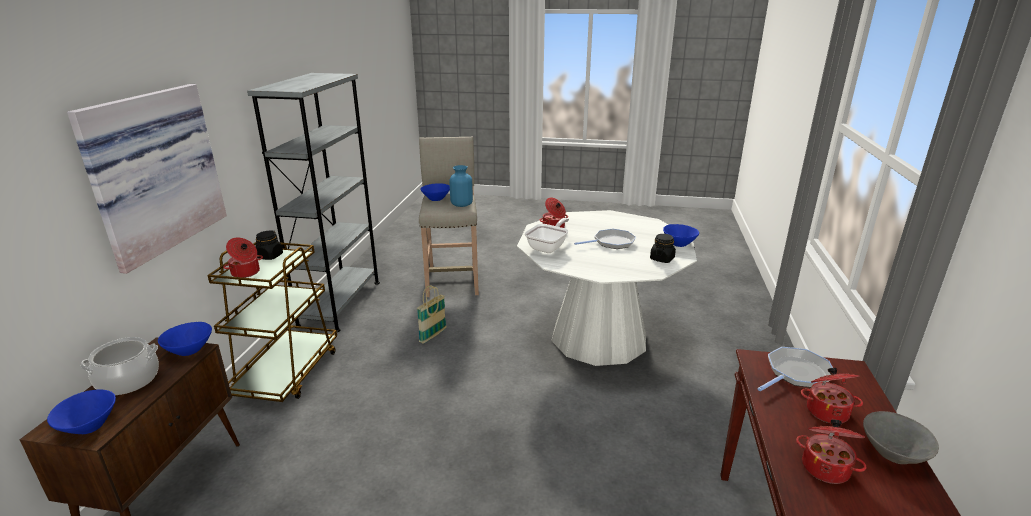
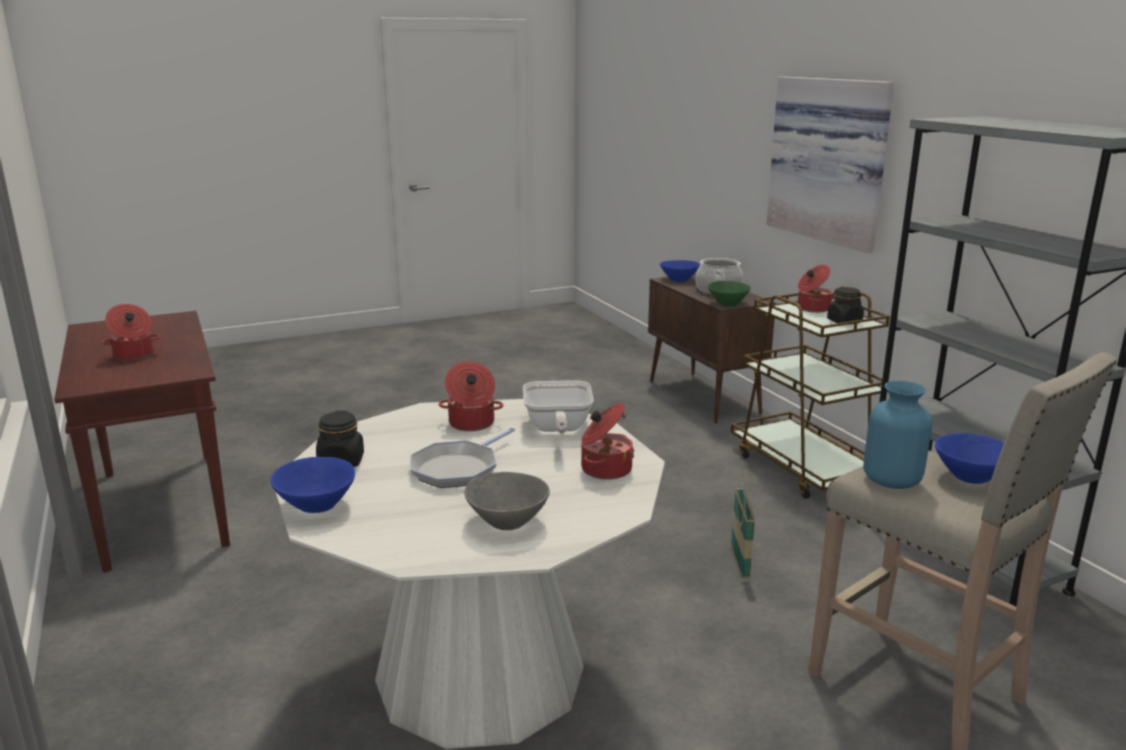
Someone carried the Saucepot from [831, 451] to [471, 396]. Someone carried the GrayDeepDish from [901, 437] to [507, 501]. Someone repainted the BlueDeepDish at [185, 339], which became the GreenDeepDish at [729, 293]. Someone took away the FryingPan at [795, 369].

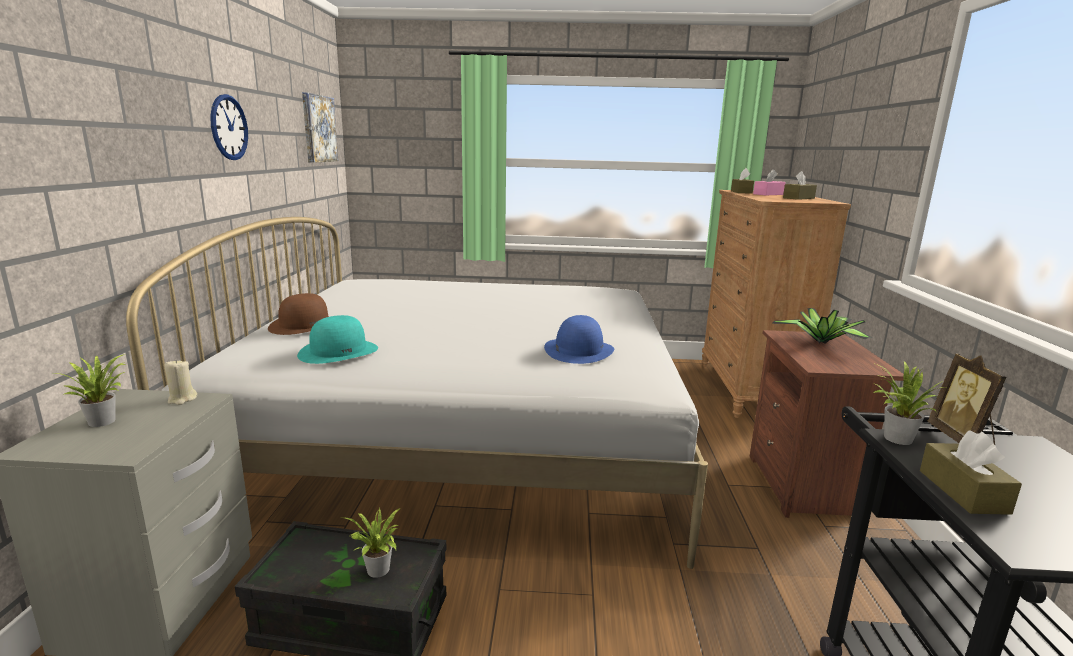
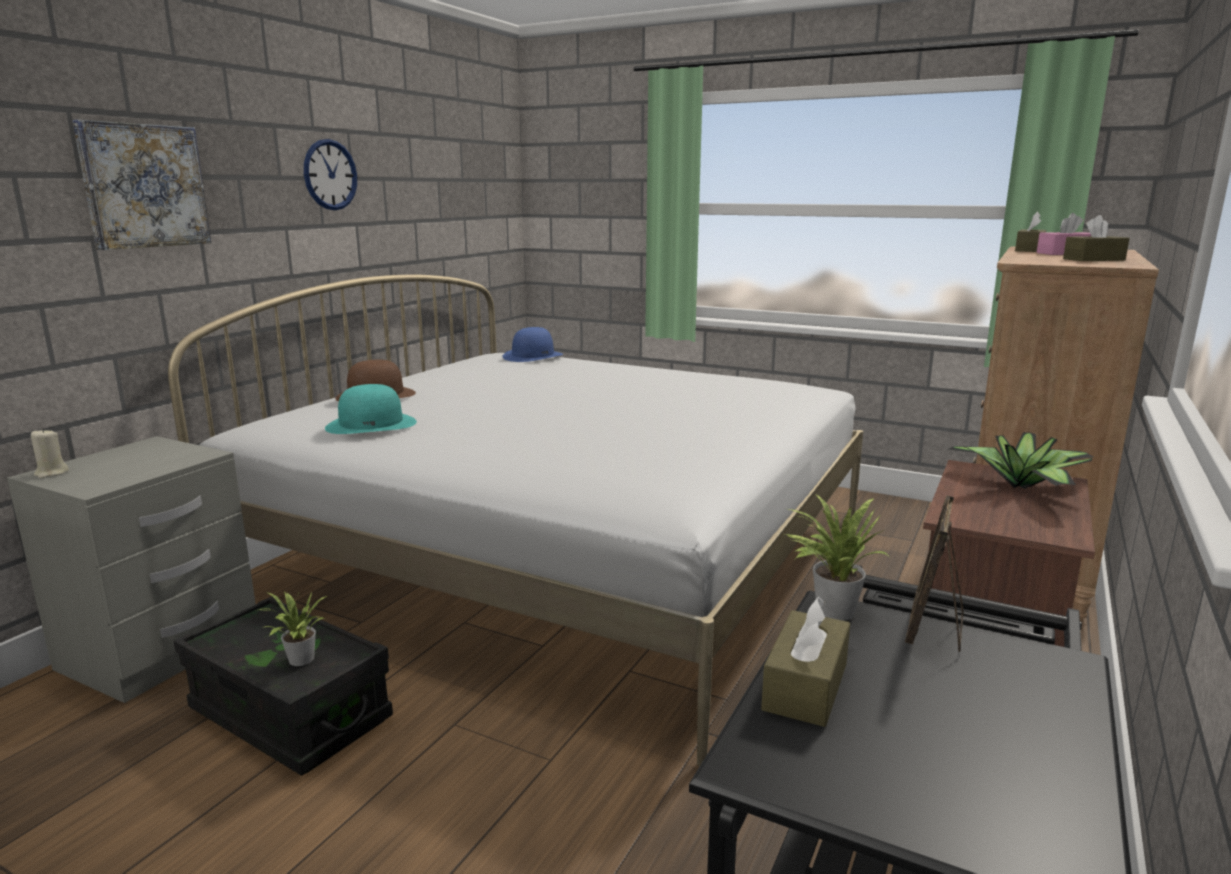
Someone carried the BeigeCandle from [180, 382] to [50, 453]. Someone carried the WallPicture from [320, 127] to [142, 185]. Someone carried the BlueClothingHat from [579, 339] to [532, 344]. Someone took away the PlantInAPot at [91, 391].

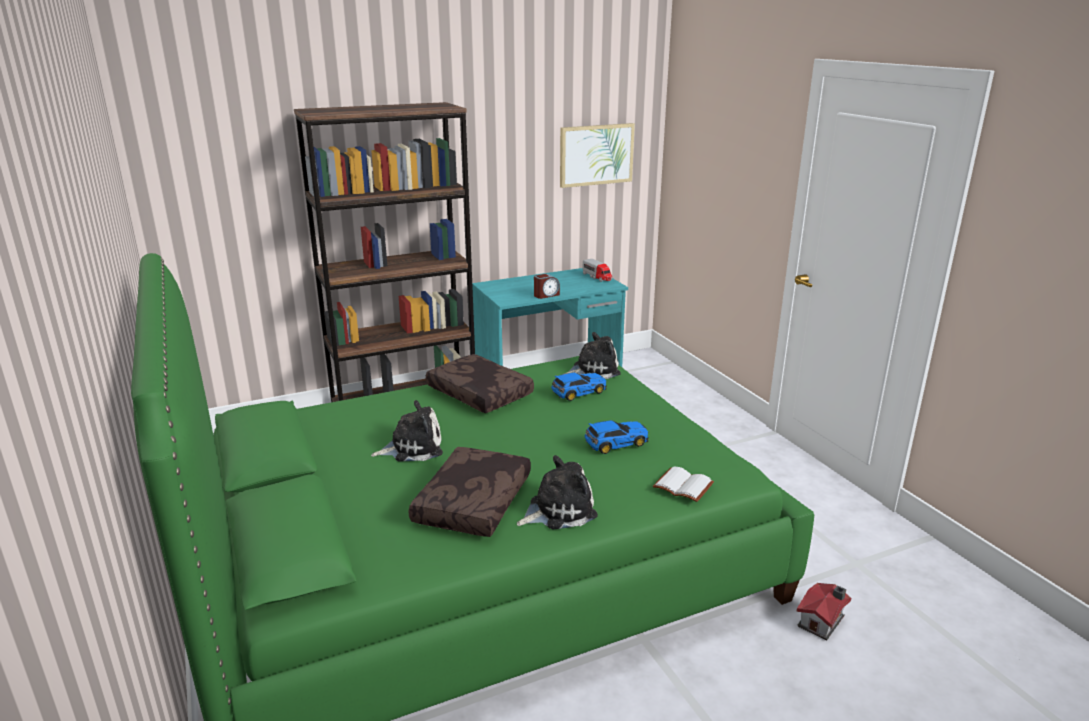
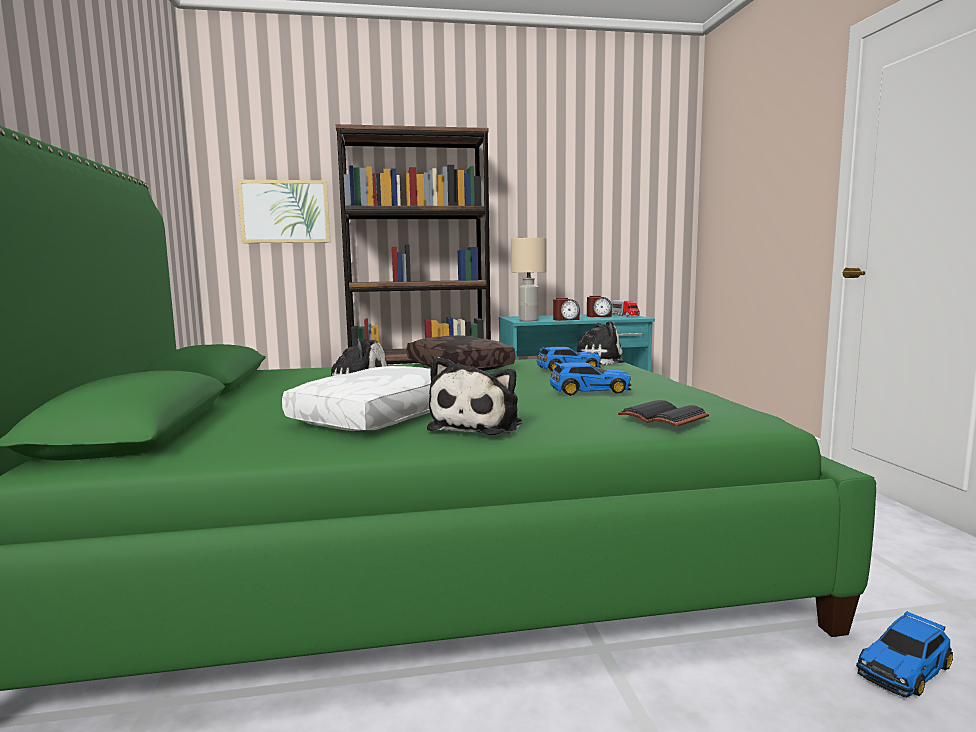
Someone carried the WallPicture from [597, 155] to [284, 211]. Someone repainted the BrownishCushion at [469, 492], which became the WhitishCushion at [356, 398]. Someone rotated the CuddlyToy at [557, 492] by 120 degrees clockwise. Someone put down the BeigeTabletopLamp at [528, 279]. Someone put down the BedsideClock at [599, 306]. Someone repainted the WhitishVolume at [683, 484], which became the BlackVolume at [664, 413]. Someone swapped the MiniatureHouse at [823, 612] for the MiniatureCar at [904, 655].

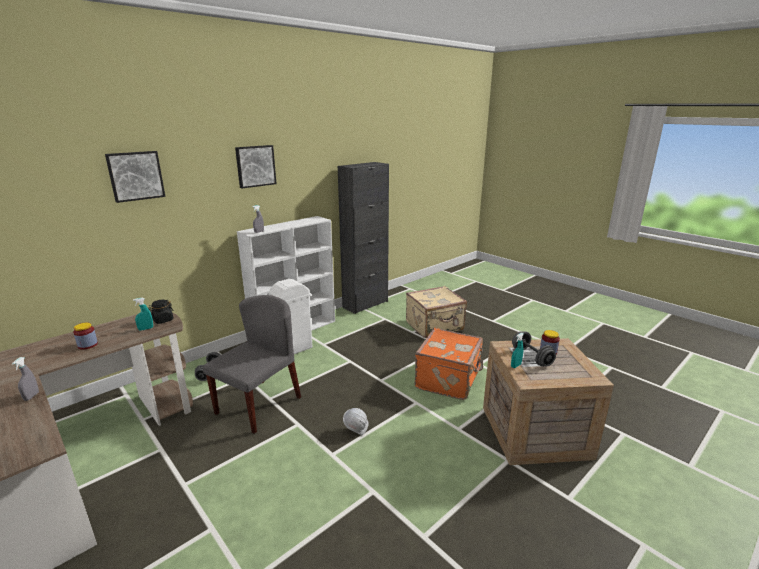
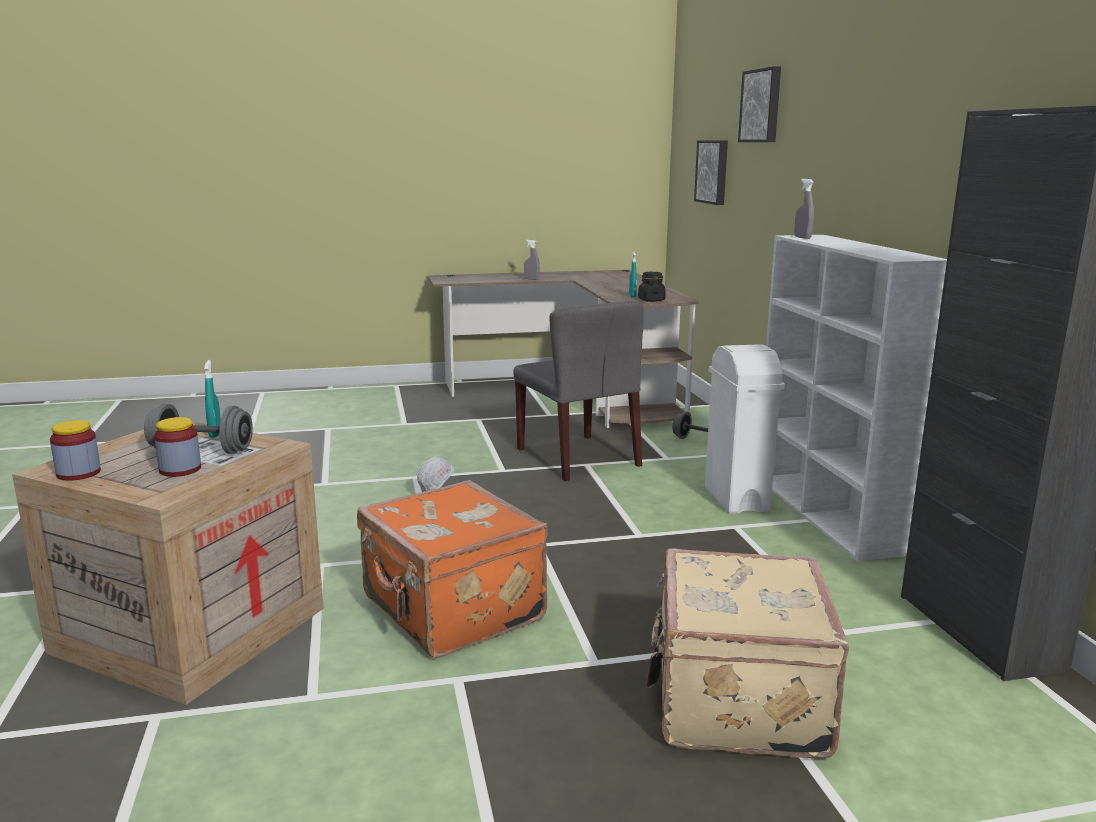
Someone carried the StorageJar from [85, 336] to [75, 450]. Someone carried the WallPicture from [256, 166] to [711, 173].

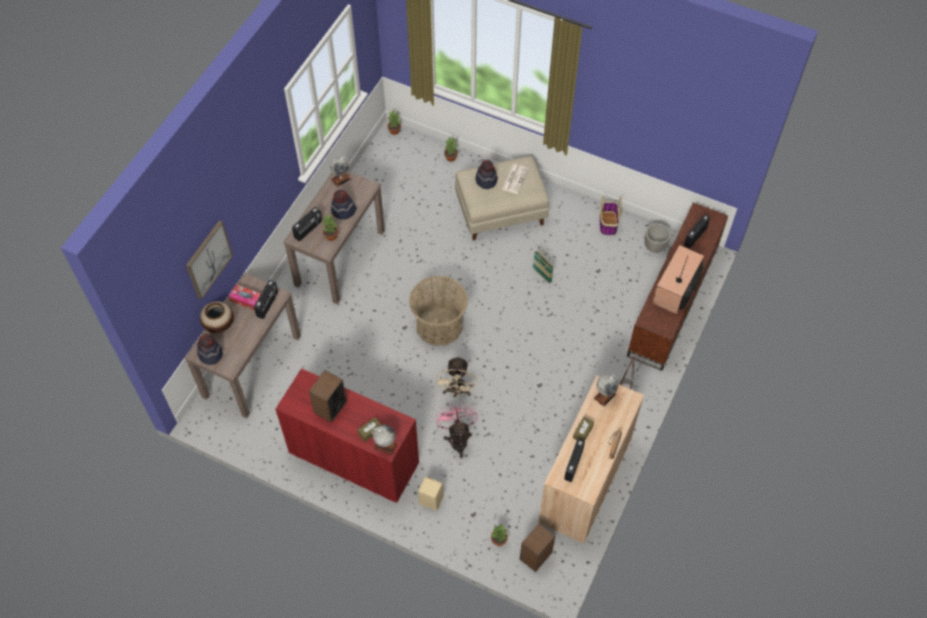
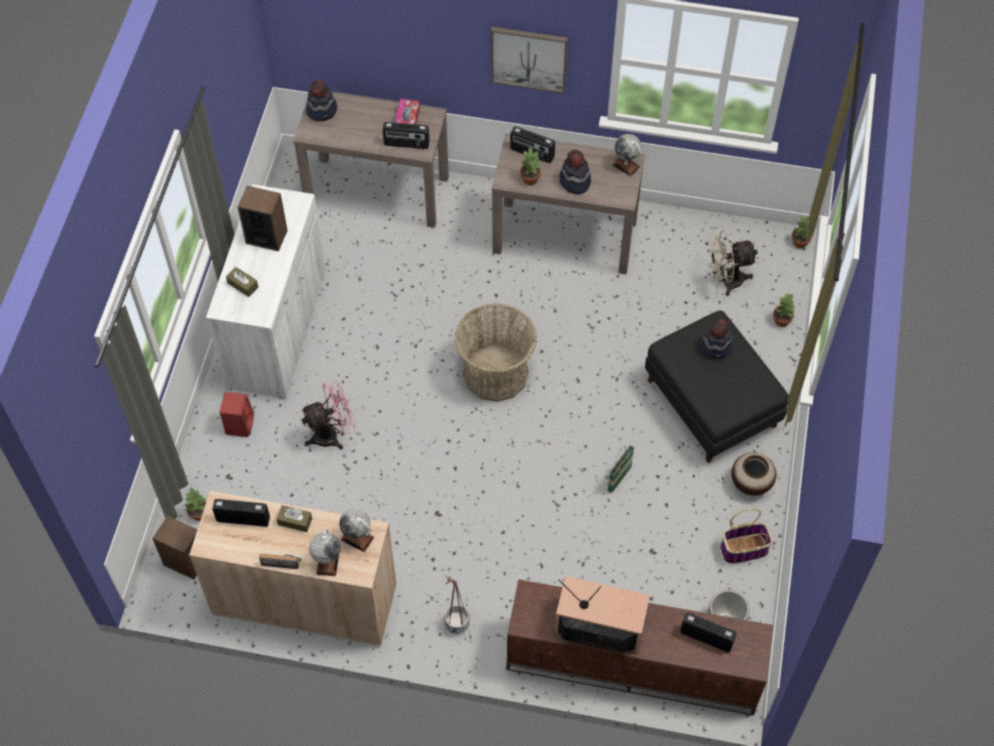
Someone repainted the RedColouredCupboard at [347, 435], which became the WhitishCupboard at [266, 291]. Someone repainted the BeigeSpeaker at [431, 494], which became the RedColouredSpeaker at [237, 414]. Someone carried the WorldGlobe from [384, 440] to [325, 552]. Someone carried the WallPicture from [209, 260] to [529, 60]. Someone repainted the BeigePouffe at [502, 198], which became the BlackPouffe at [717, 387]. Someone carried the BeigeFan from [456, 376] to [732, 263]. Someone carried the Vase from [217, 317] to [753, 474]. Someone took away the Newspaper at [515, 179].

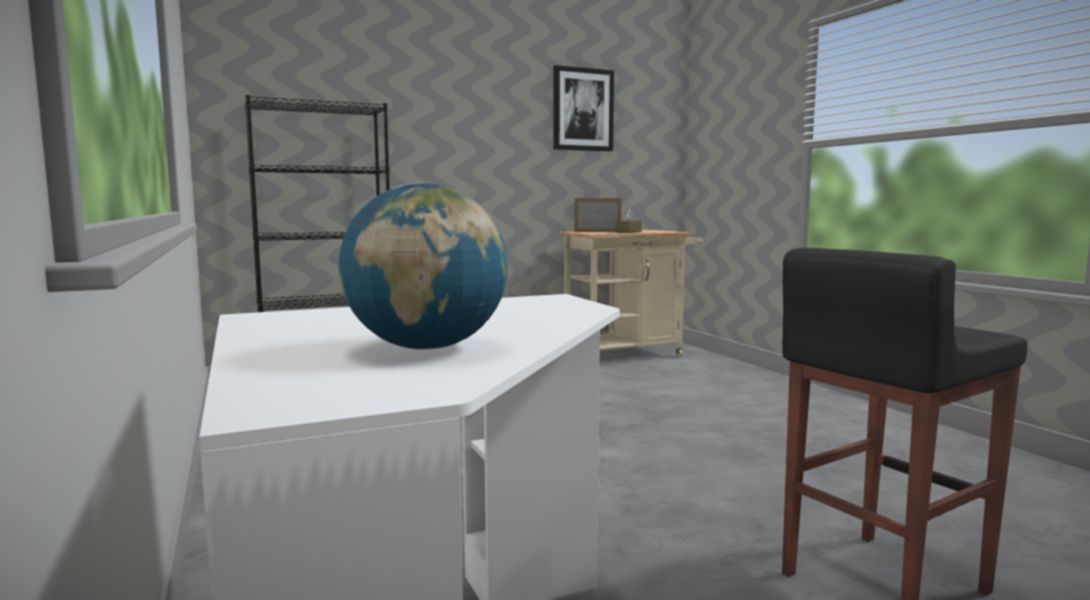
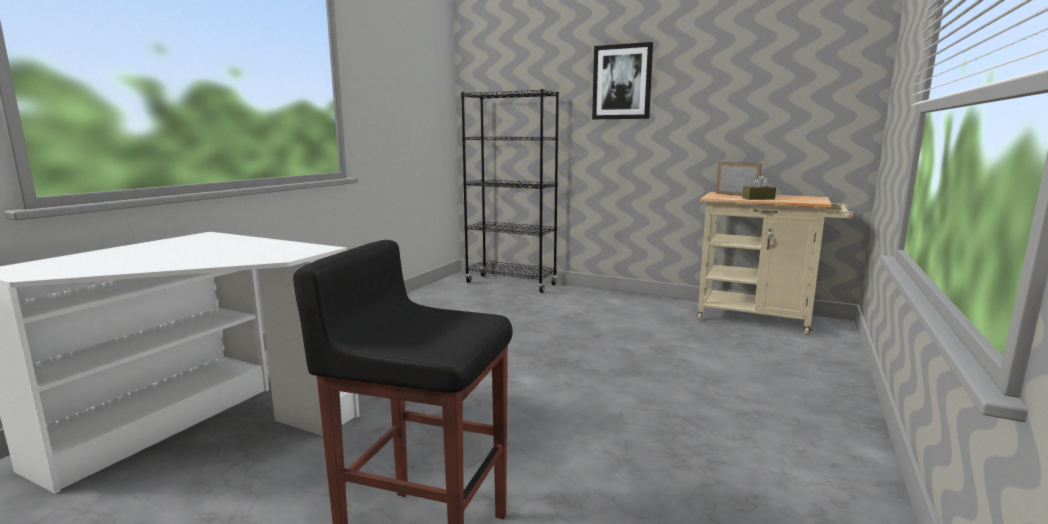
Someone carried the WallPicture from [583, 108] to [622, 80]. Someone took away the WorldGlobe at [423, 266].

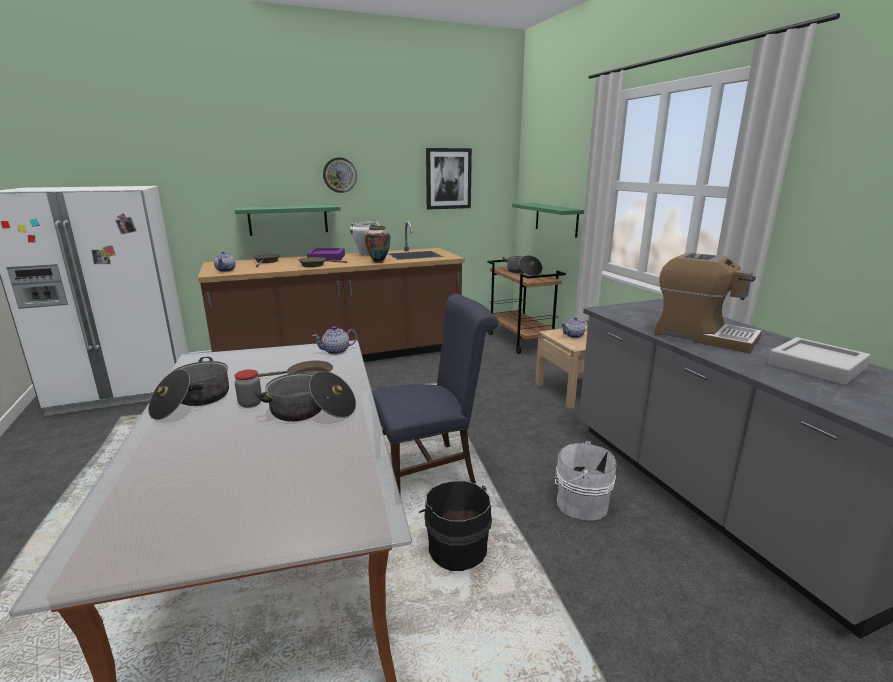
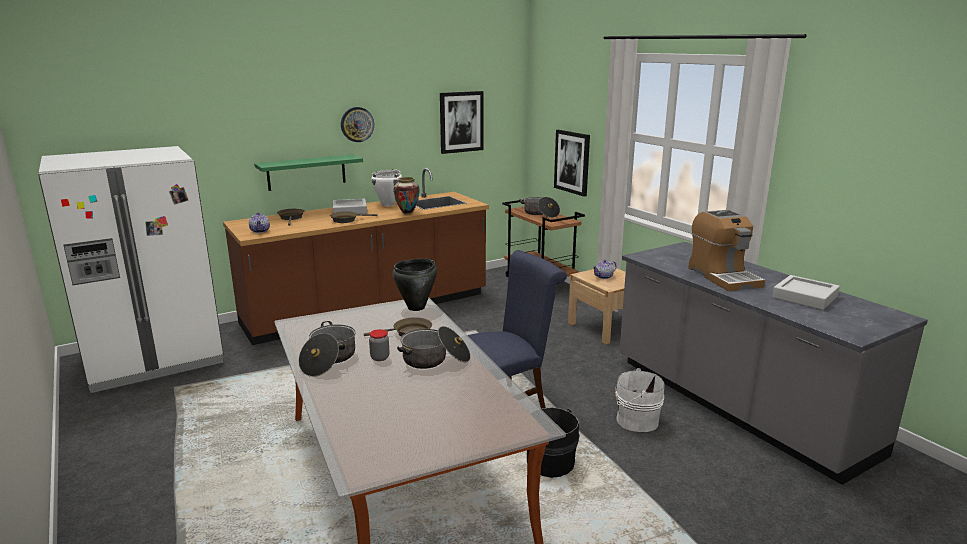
Someone repainted the PurplishServingTray at [326, 254], which became the GrayServingTray at [350, 206]. Someone swapped the PotForTea at [334, 340] for the BlackSaucepot at [414, 285]. Someone swapped the GreenWallShelf at [548, 220] for the WallPicture at [572, 163]. Someone rotated the CoffeeMaker at [708, 303] by 45 degrees clockwise.

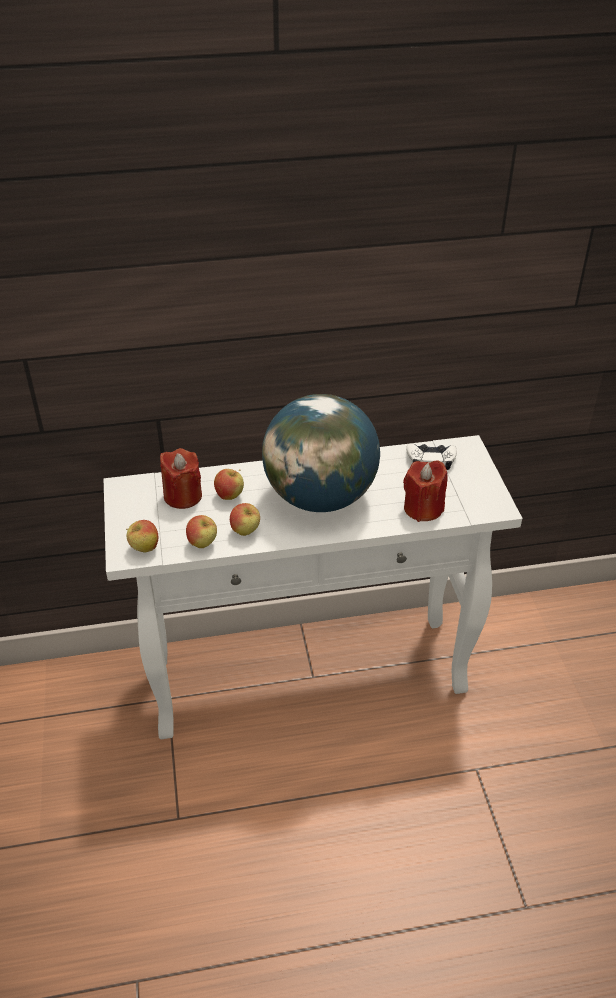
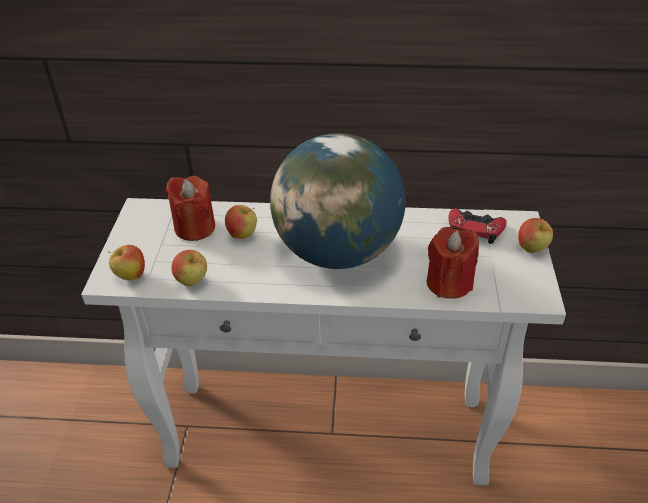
Someone repainted the WhitishJoypad at [431, 456], which became the RedColouredJoypad at [478, 226]. Someone carried the WholeApple from [245, 519] to [535, 235].

